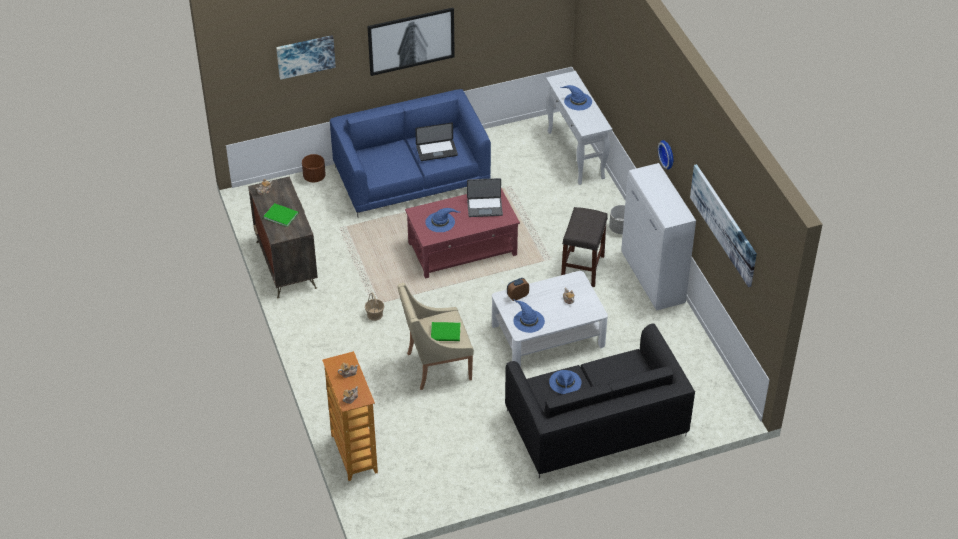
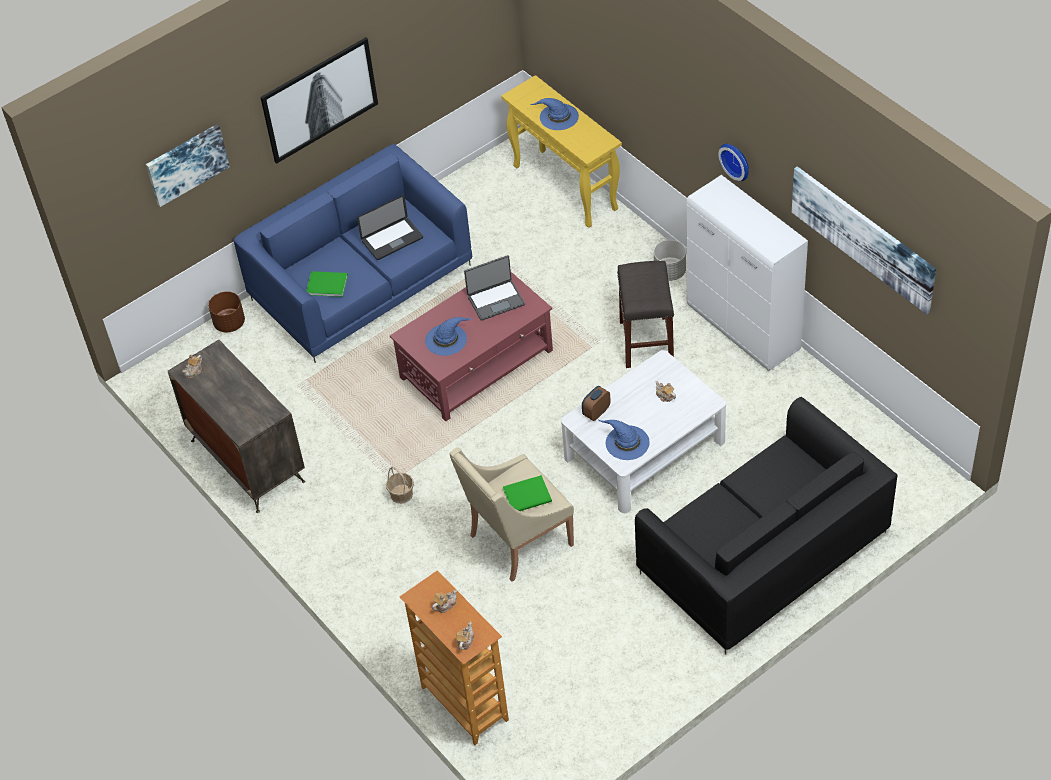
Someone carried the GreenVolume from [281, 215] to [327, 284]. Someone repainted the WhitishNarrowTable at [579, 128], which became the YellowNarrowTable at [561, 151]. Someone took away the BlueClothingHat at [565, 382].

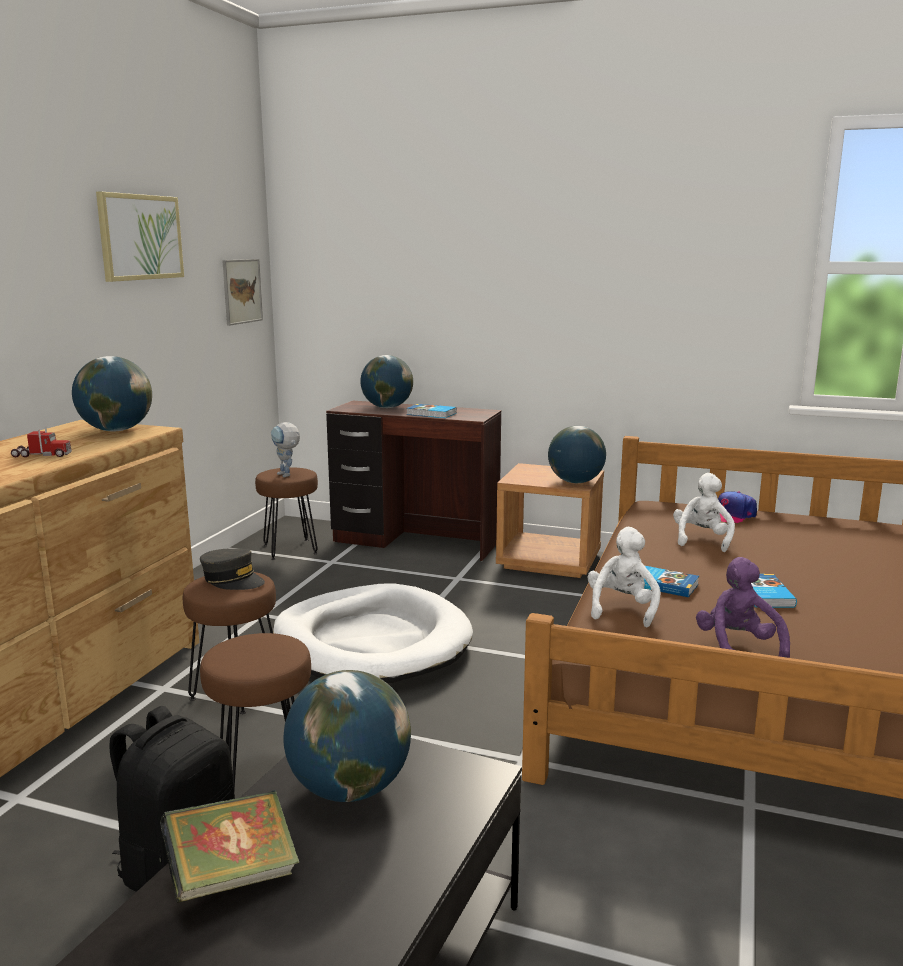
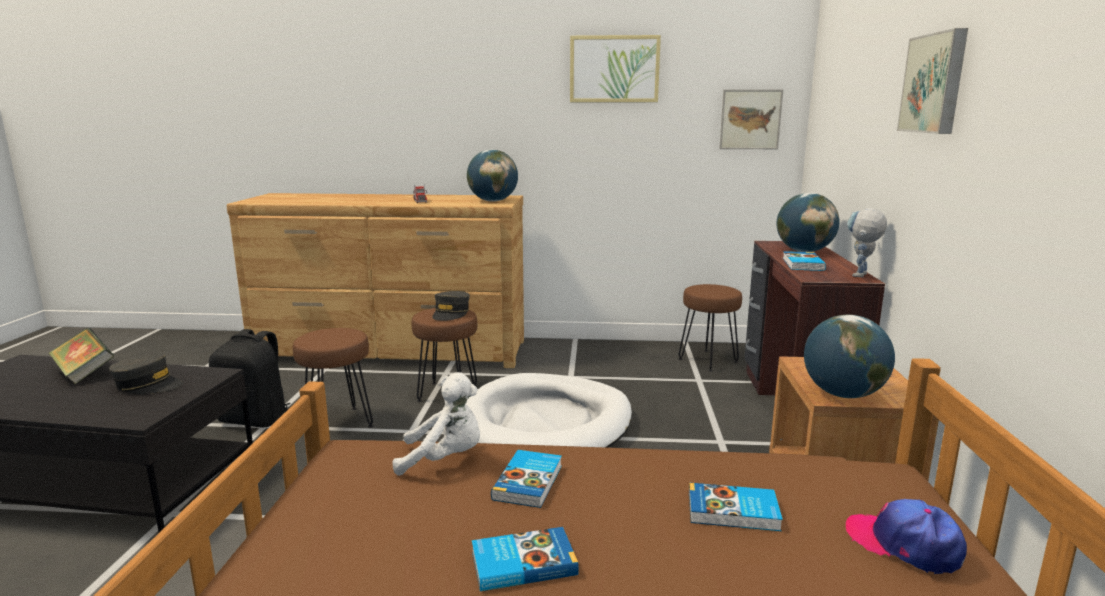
Someone swapped the WorldGlobe at [347, 736] for the GrayPeakedCap at [146, 374]. Someone swapped the WhitishCuddlyToy at [704, 512] for the Volume at [736, 507]. Someone carried the RobotFigure from [285, 449] to [867, 242]. Someone put up the WallPicture at [932, 81]. Someone took away the PurplishCuddlyToy at [743, 607].

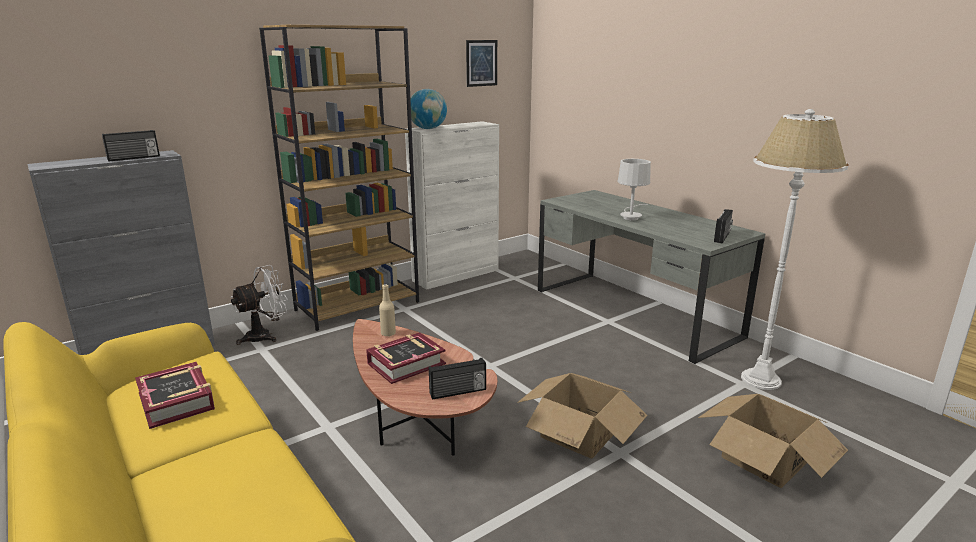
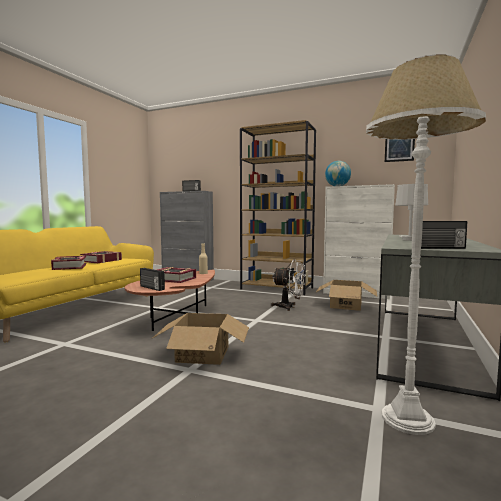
Someone put down the Volume at [68, 263]. Someone carried the WhitishFan from [259, 305] to [288, 285]. Someone carried the PackingBox from [773, 441] to [346, 295].

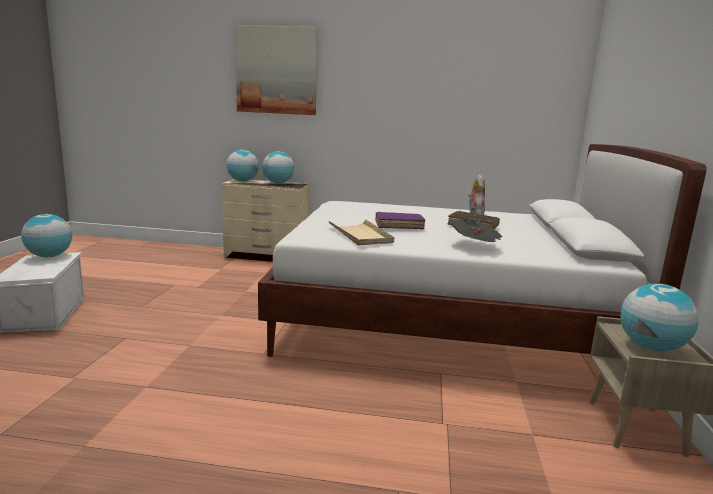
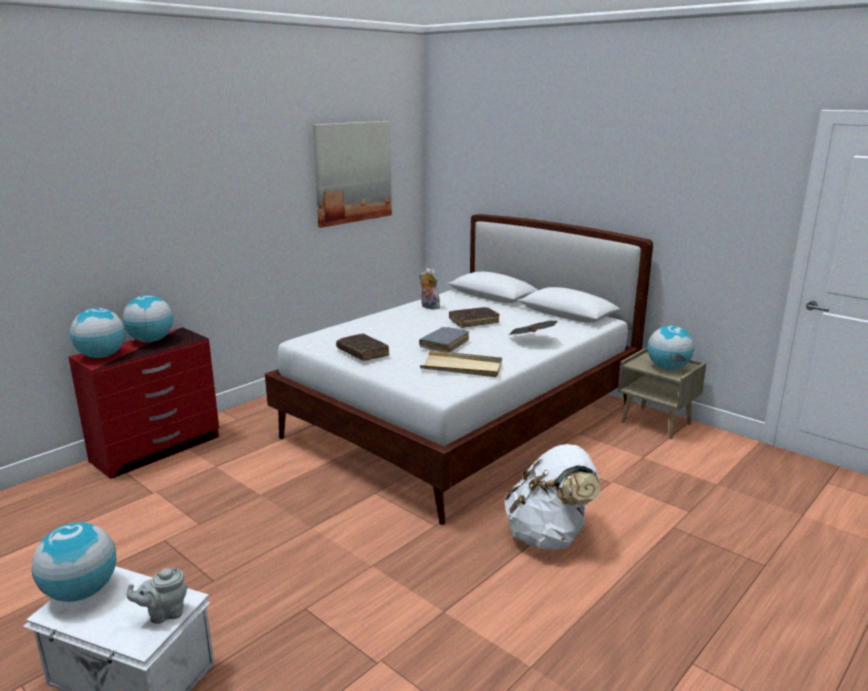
Someone repainted the BeigeChestOfDrawers at [266, 220], which became the RedColouredChestOfDrawers at [144, 403]. Someone put down the GrayPotForTea at [156, 596]. Someone carried the WallPicture from [276, 70] to [352, 174]. Someone put down the BrownishVolume at [362, 347]. Someone repainted the PurplishVolume at [400, 220], which became the GrayVolume at [444, 339]. Someone put down the WhitishKnapsack at [552, 497].

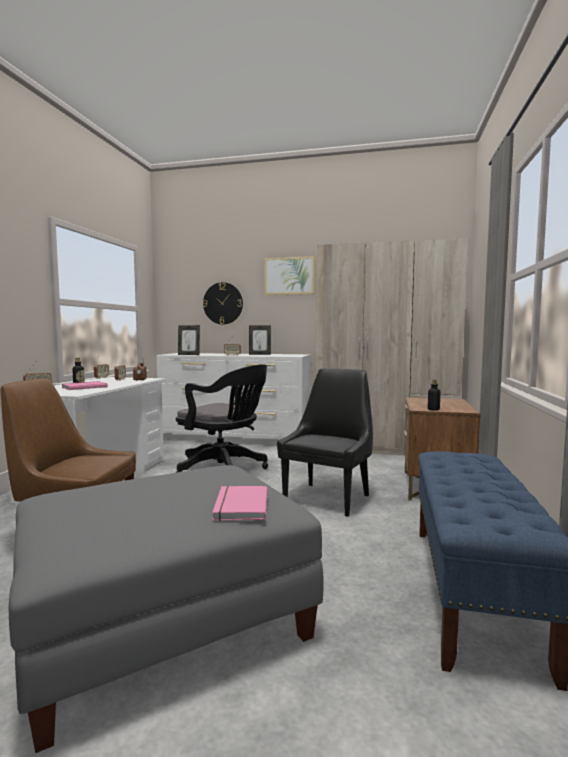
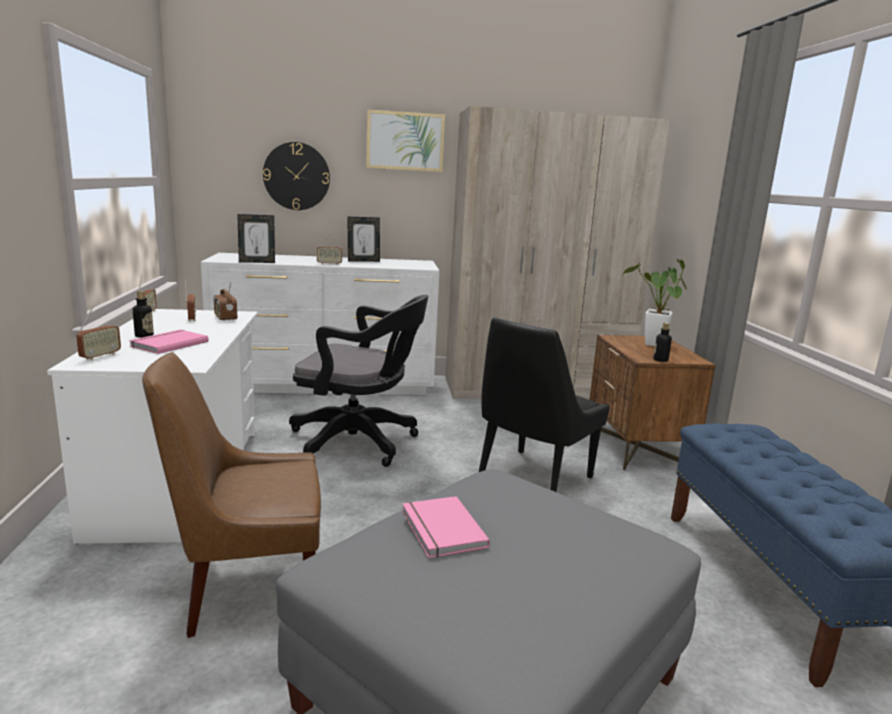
Someone carried the PinkColouredVolume from [239, 503] to [446, 527]. Someone rotated the BlackUprightChair at [325, 442] by 150 degrees counterclockwise. Someone put down the PlantInAPot at [655, 302].

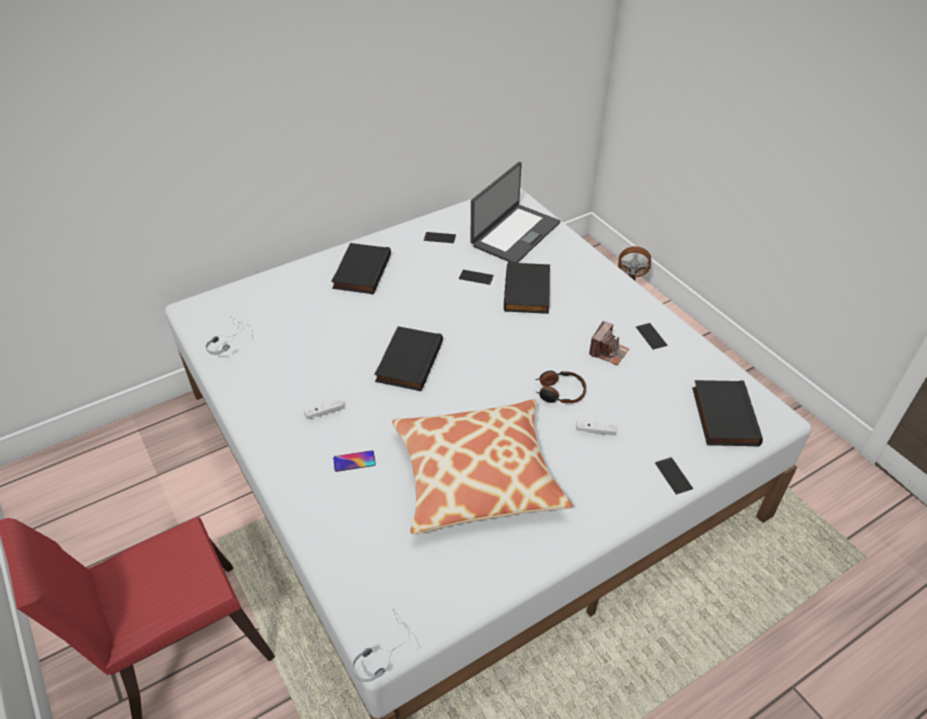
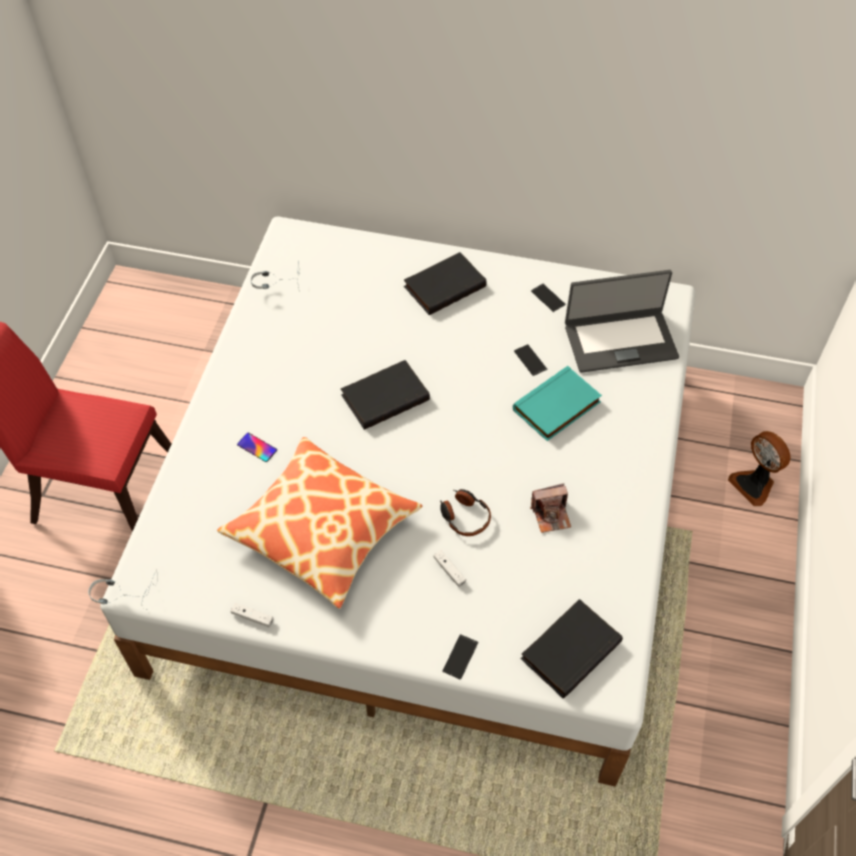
Someone carried the WhitishJoypad from [324, 409] to [252, 615]. Someone repainted the BlackVolume at [527, 288], which became the TurquoiseVolume at [557, 403]. Someone took away the Phone at [652, 336].

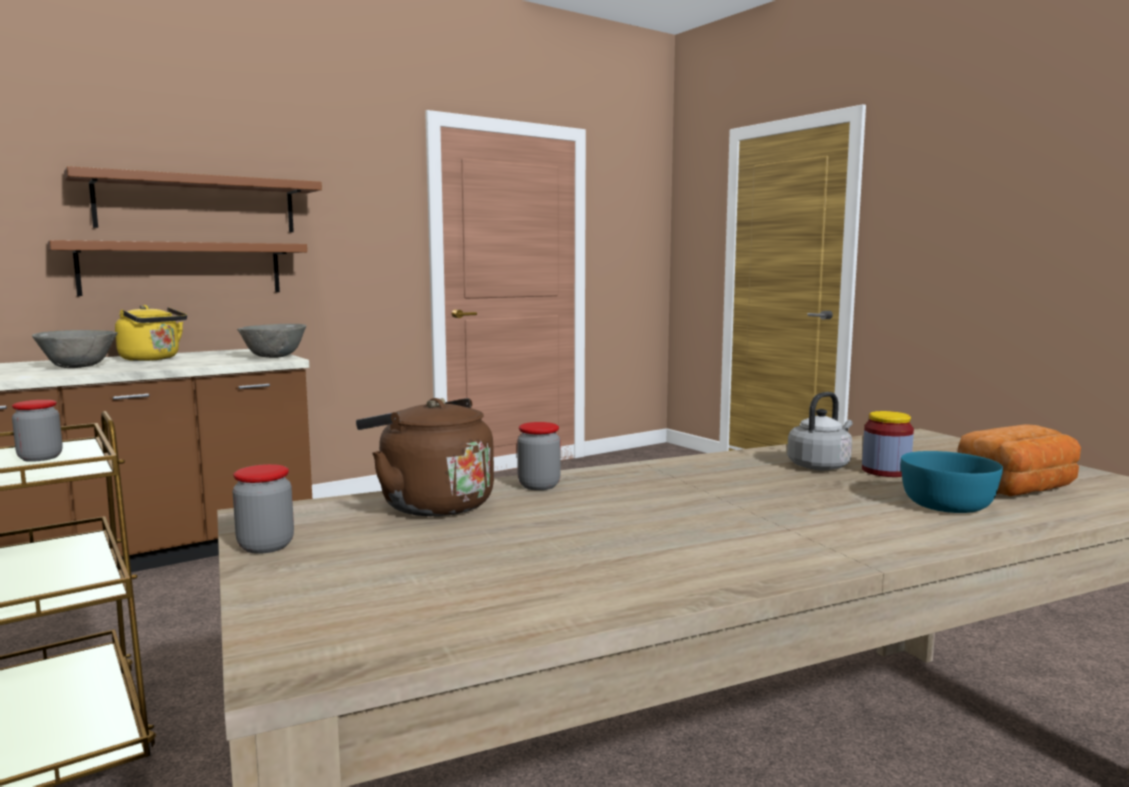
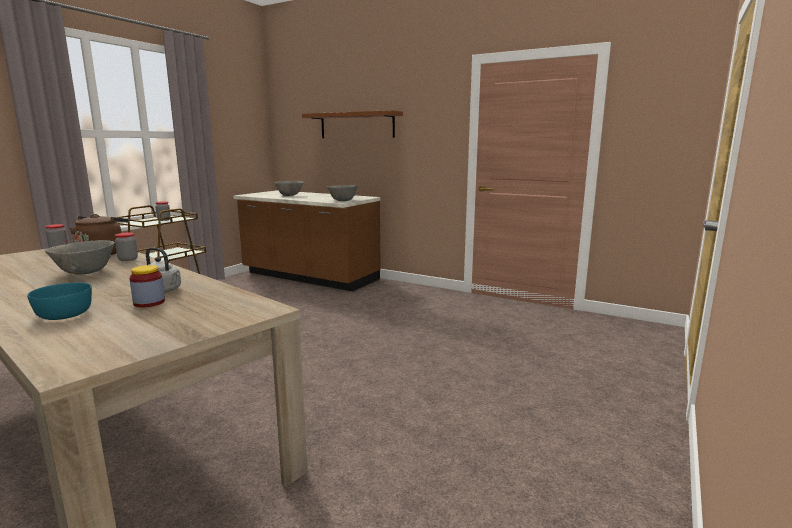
Someone put down the GrayDeepDish at [79, 257]. Someone took away the BrownishWallShelf at [177, 268]. Someone took away the YellowKettle at [151, 333]. Someone took away the BakedBread at [1019, 460].

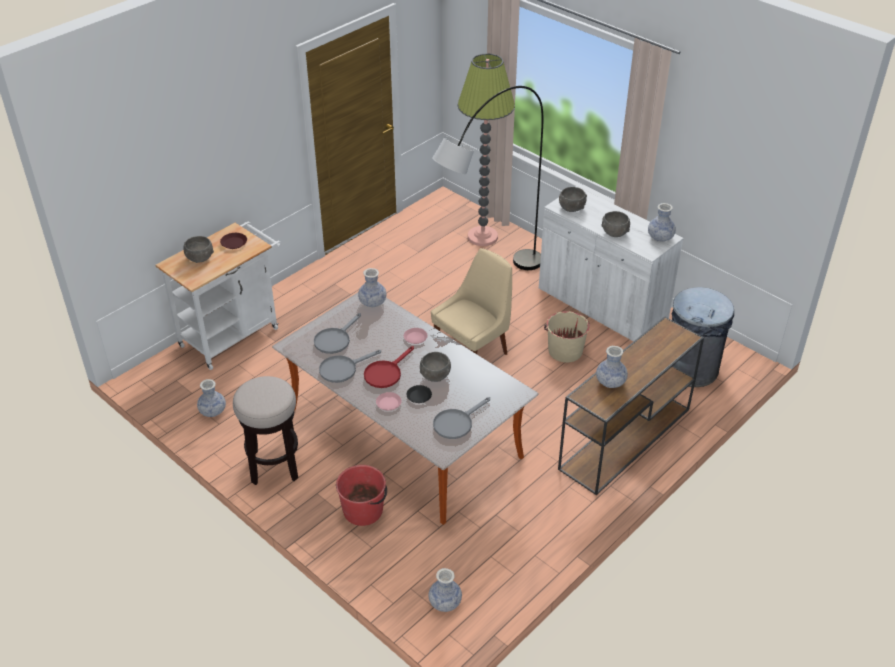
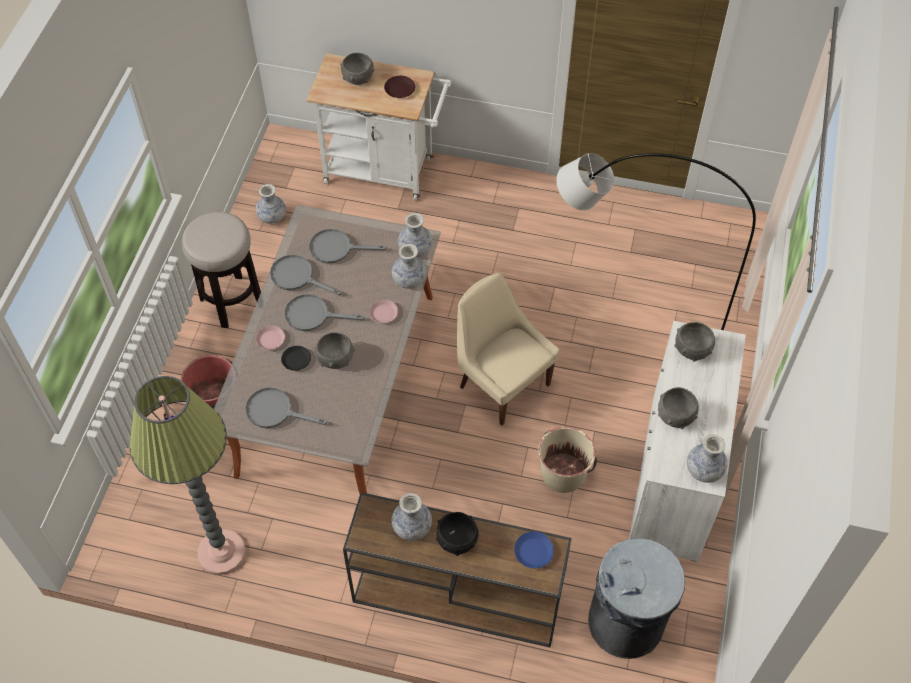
Someone carried the StandardLamp from [486, 149] to [187, 475]. Someone repainted the RedColouredFryingPan at [389, 367], which became the GrayFryingPan at [325, 312]. Someone carried the Vase from [445, 590] to [409, 266]. Someone put down the BlackDeepDish at [457, 534]. Someone rotated the BeigeUprightChair at [471, 301] by 150 degrees counterclockwise. Someone put down the BlueFlatDish at [534, 550].

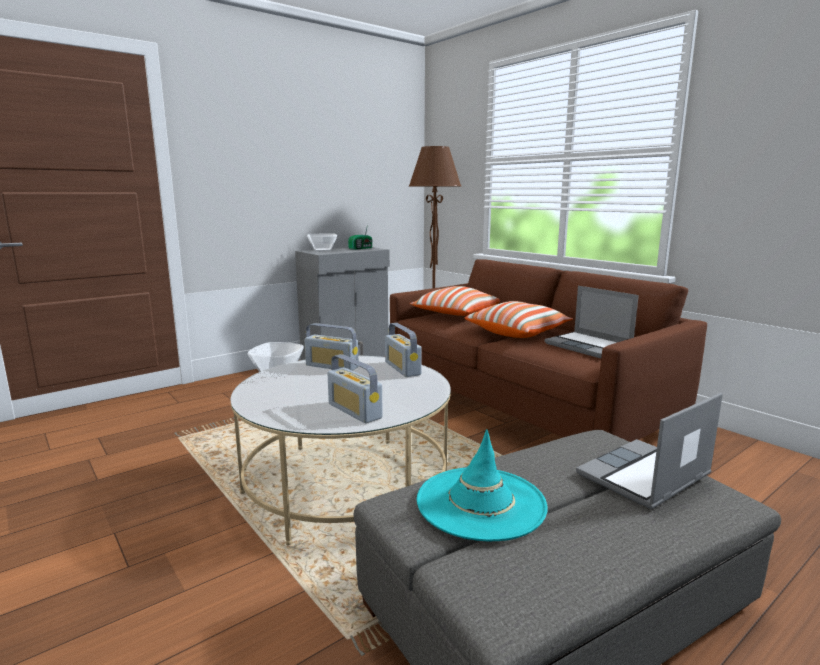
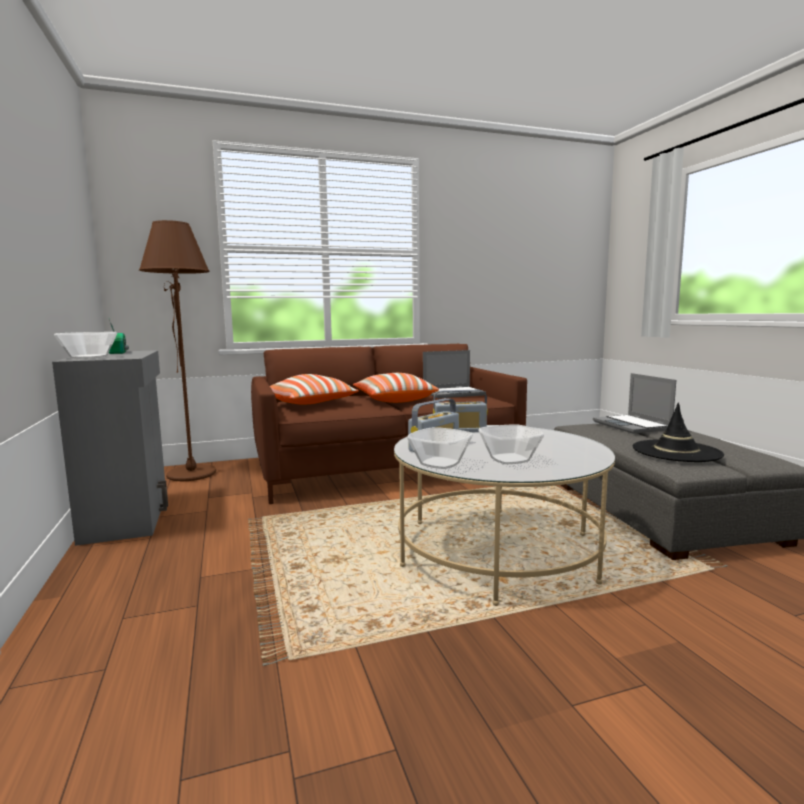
Someone put down the DeepDish at [511, 444]. Someone repainted the TurquoiseClothingHat at [482, 485], which became the BlackClothingHat at [678, 432]. Someone took away the Radio at [355, 388].

